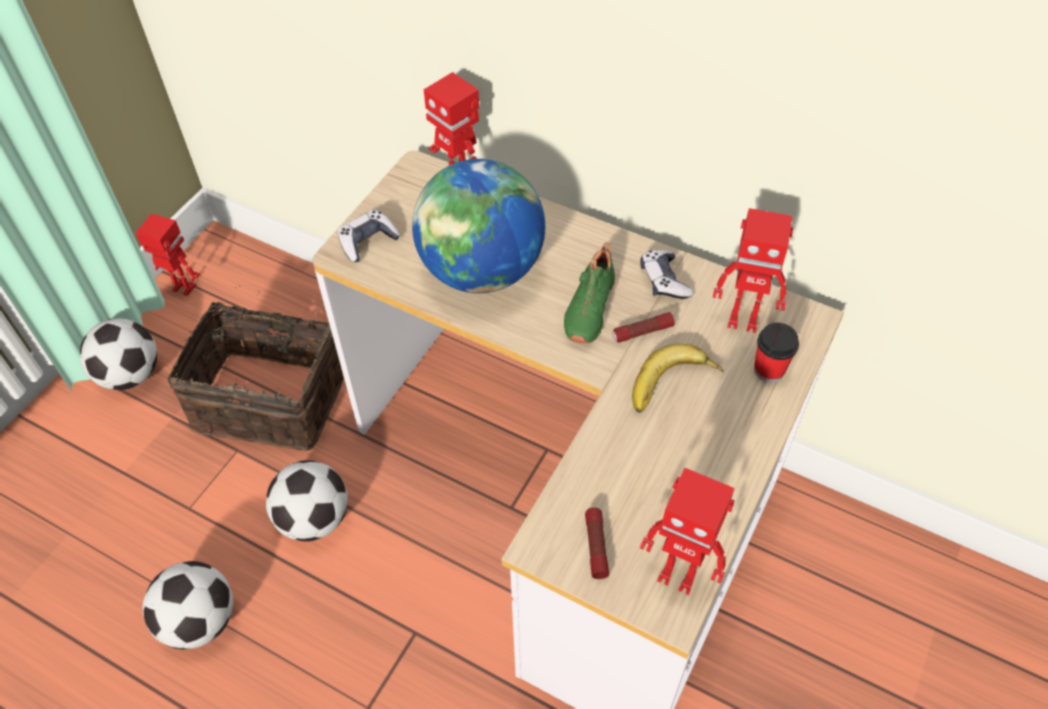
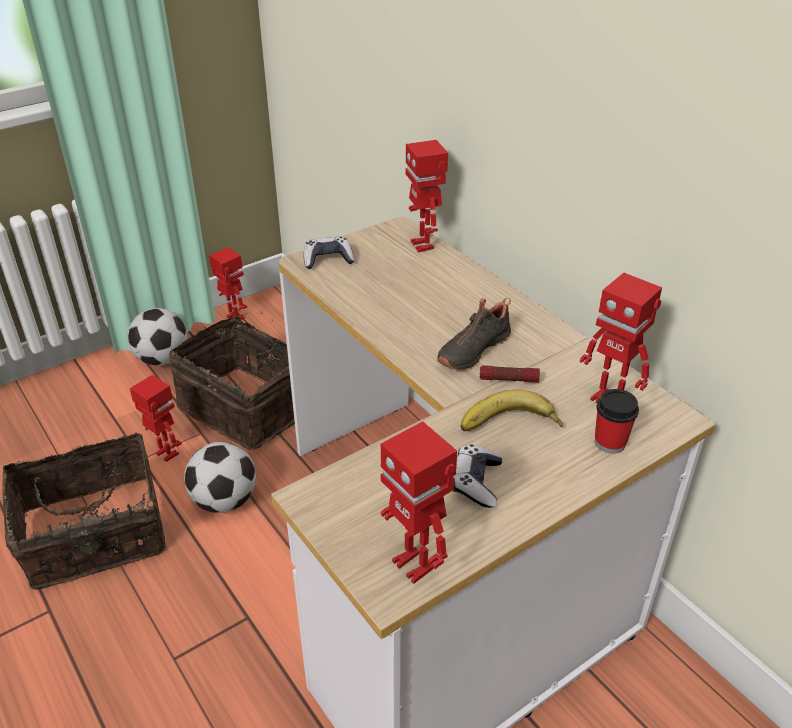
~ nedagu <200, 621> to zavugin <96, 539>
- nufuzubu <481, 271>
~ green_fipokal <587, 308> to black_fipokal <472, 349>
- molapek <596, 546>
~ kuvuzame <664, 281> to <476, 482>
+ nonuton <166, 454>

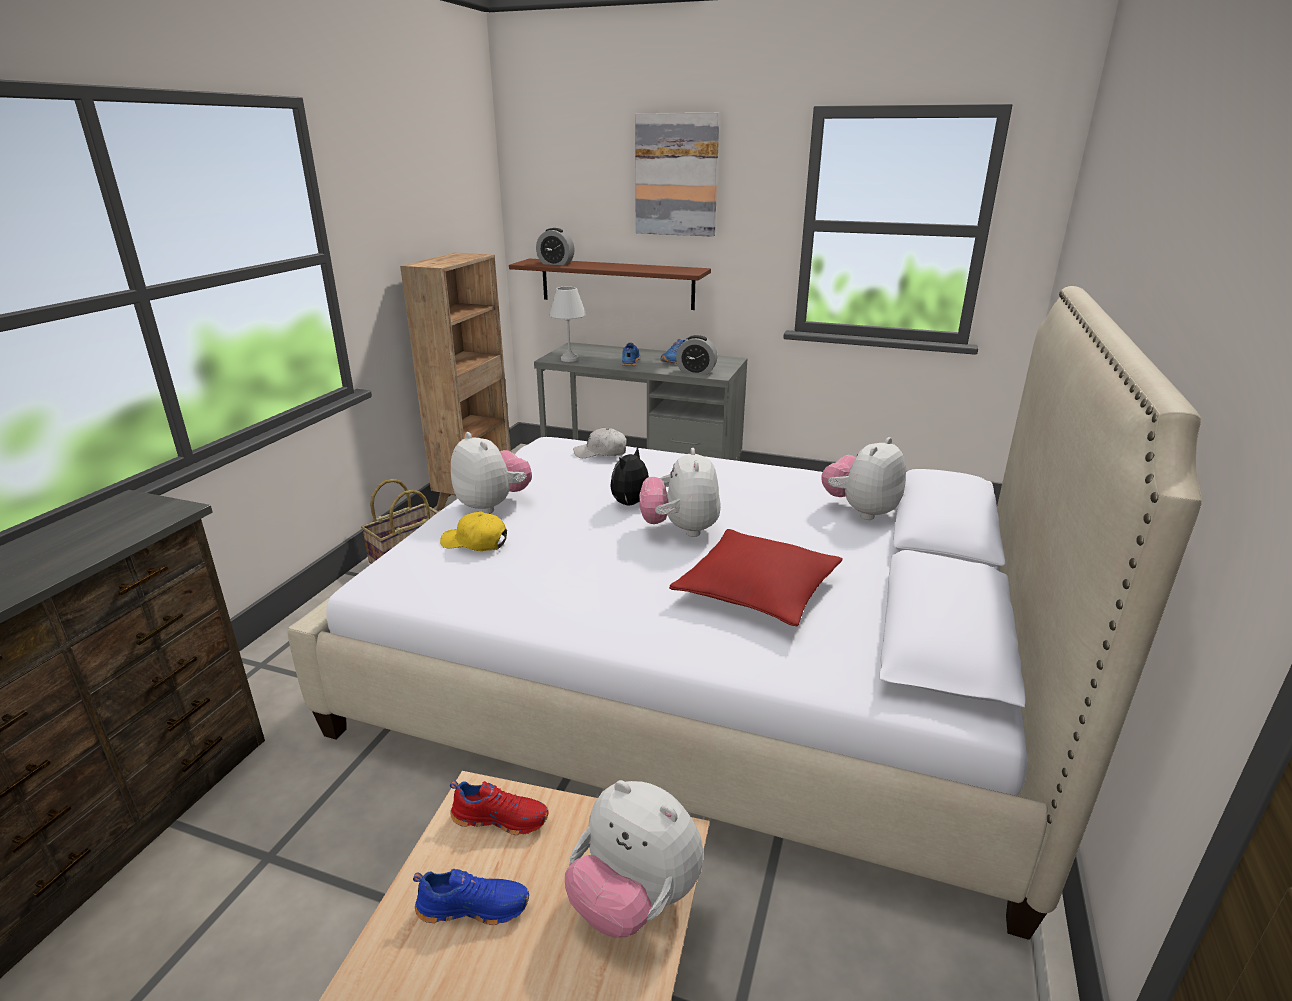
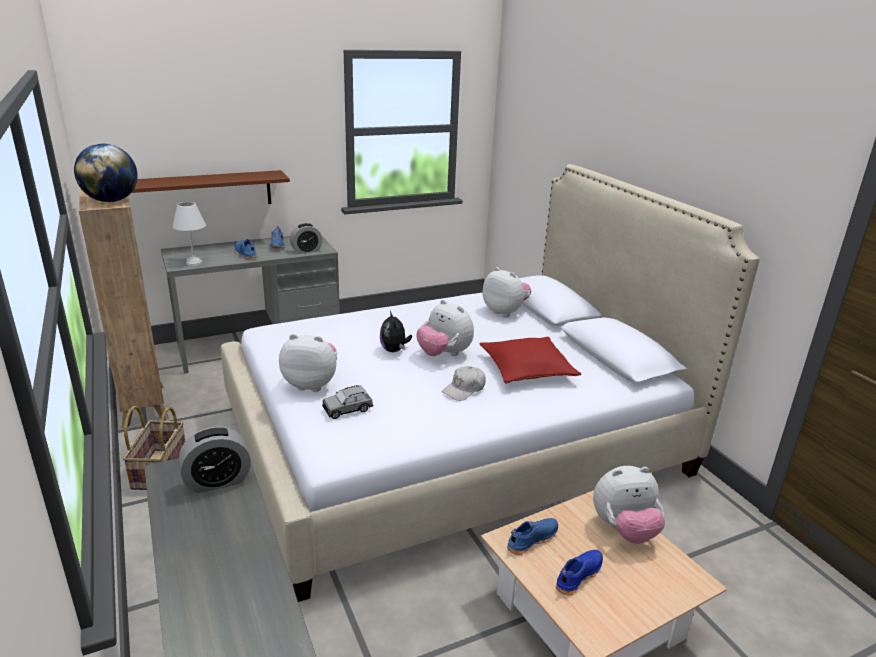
~ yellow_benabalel <475, 542> to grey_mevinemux <347, 409>
~ red_fipokal <501, 817> to blue_fipokal <531, 539>
~ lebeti <556, 263> to <217, 481>
~ white_benabalel <601, 453> to <464, 389>
- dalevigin <676, 175>
~ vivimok <861, 511> = <505, 312> 135 degrees clockwise
+ nufuzubu <111, 201>

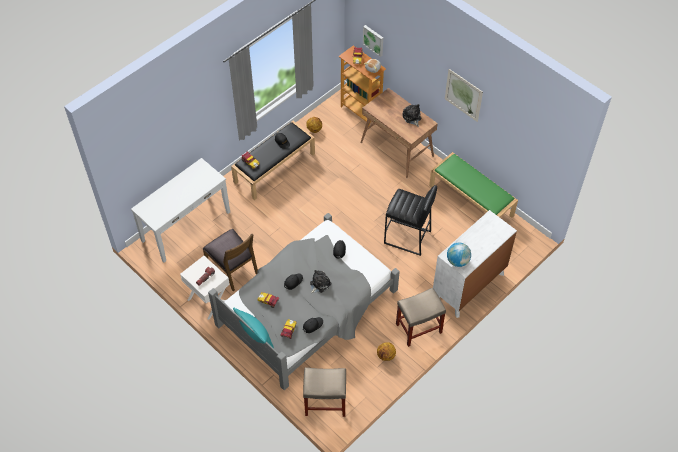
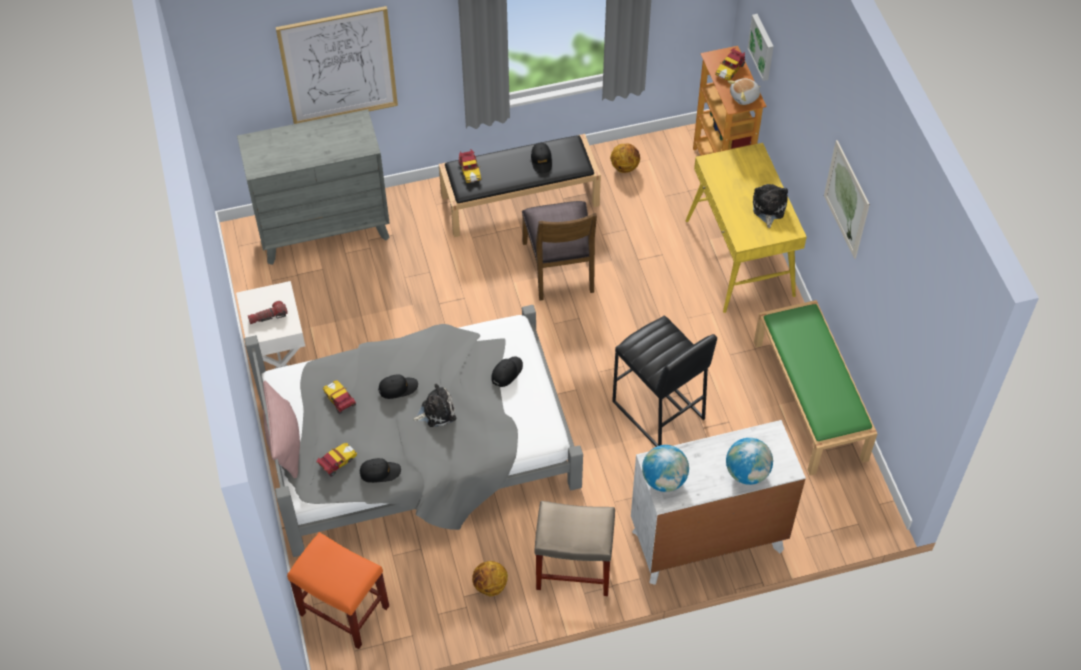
~ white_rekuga <186, 226> to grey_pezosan <324, 230>
~ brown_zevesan <233, 268> to <560, 267>
~ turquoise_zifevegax <255, 334> to pink_zifevegax <284, 441>
~ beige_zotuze <324, 402> to orange_zotuze <343, 610>
~ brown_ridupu <397, 149> to yellow_ridupu <740, 258>
+ dalevigin <338, 66>
+ nufuzubu <747, 472>

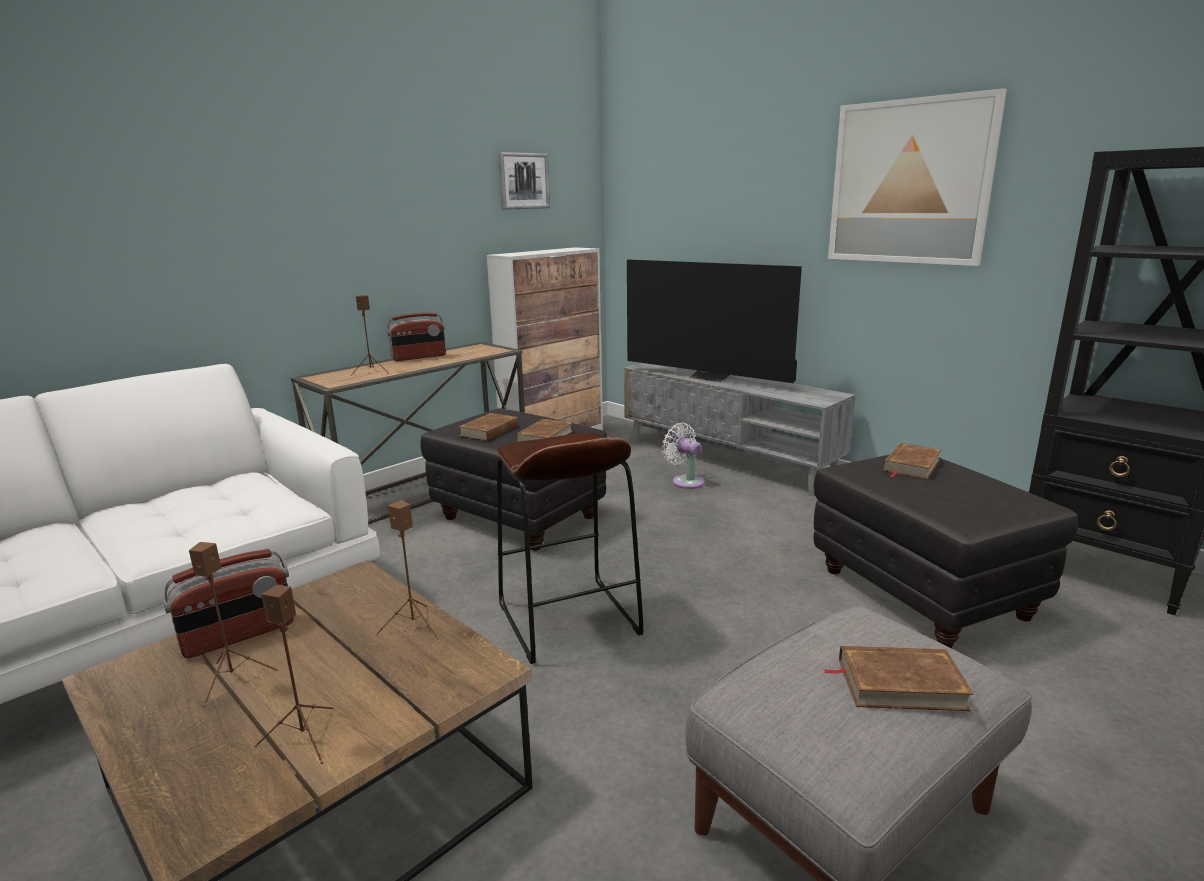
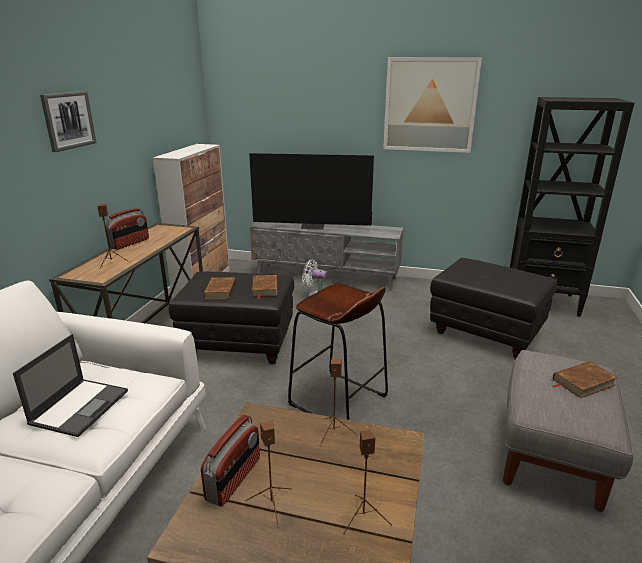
~ dalevigin <523, 181> to <68, 120>
- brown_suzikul <911, 465>
+ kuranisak <80, 406>

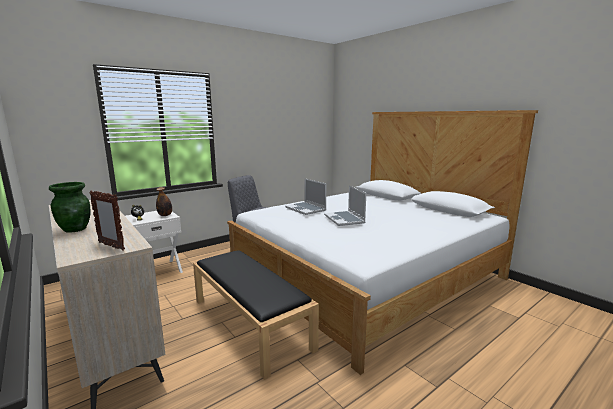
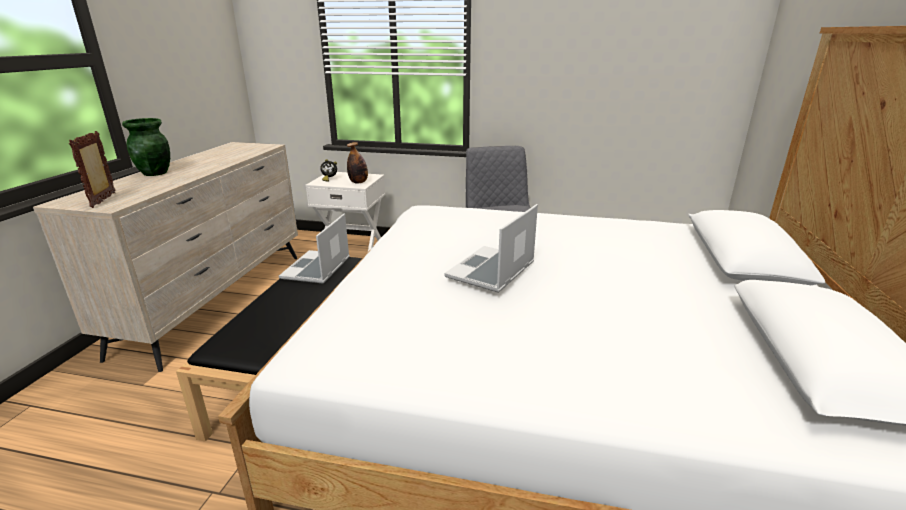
~ kuranisak <306, 209> to <317, 269>

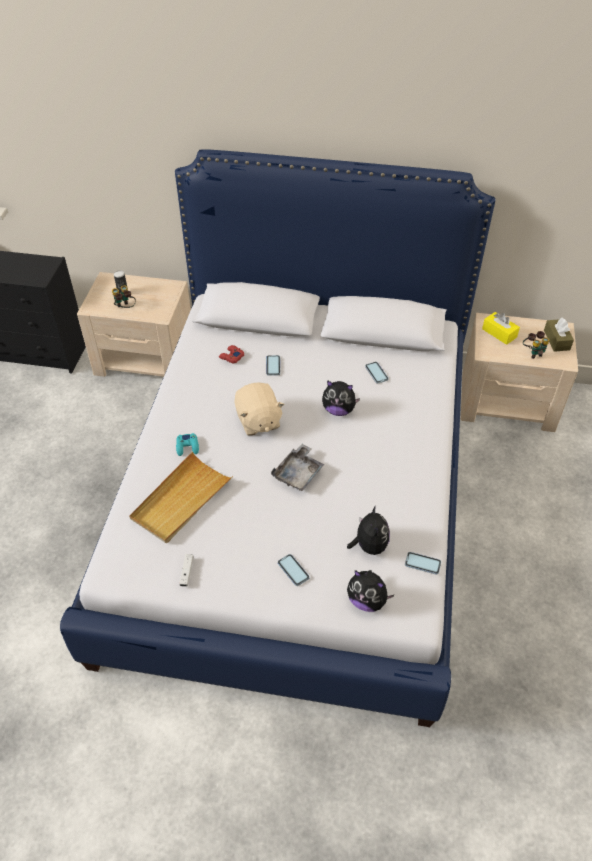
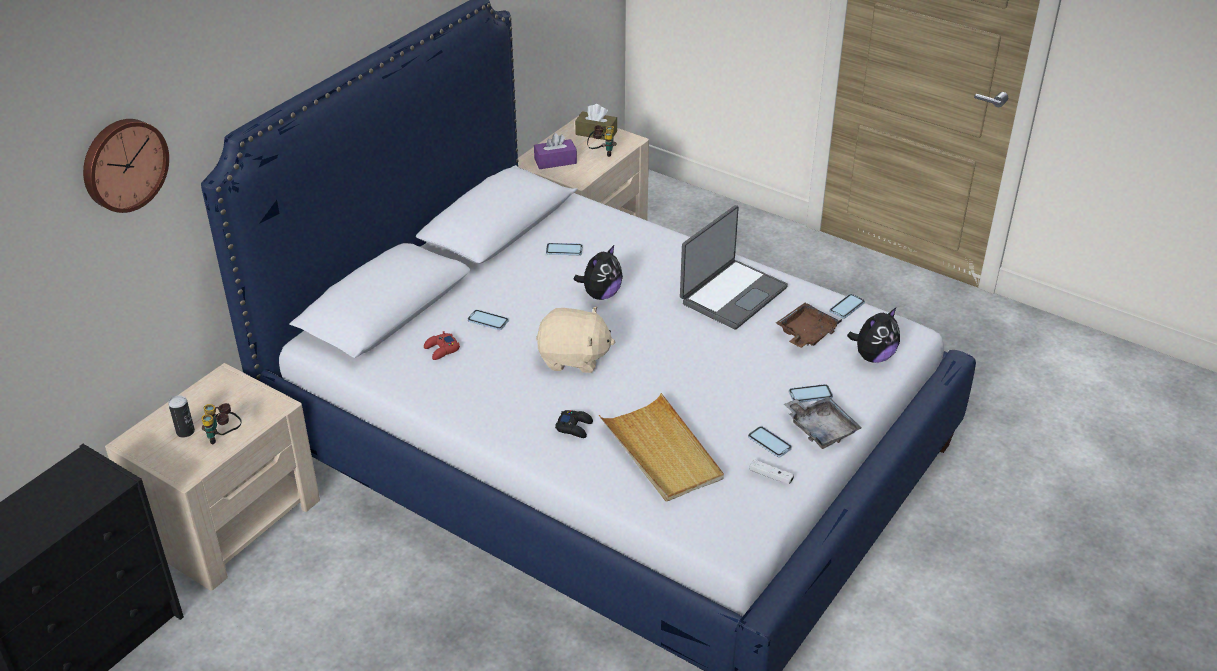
~ turquoise_kuvuzame <187, 447> to black_kuvuzame <574, 427>
~ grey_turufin <298, 473> to <821, 429>
~ vivimok <369, 545> to brown_turufin <806, 333>
~ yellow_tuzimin <499, 333> to purple_tuzimin <555, 161>
+ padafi <123, 164>
+ kuranisak <732, 295>
+ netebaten <769, 443>

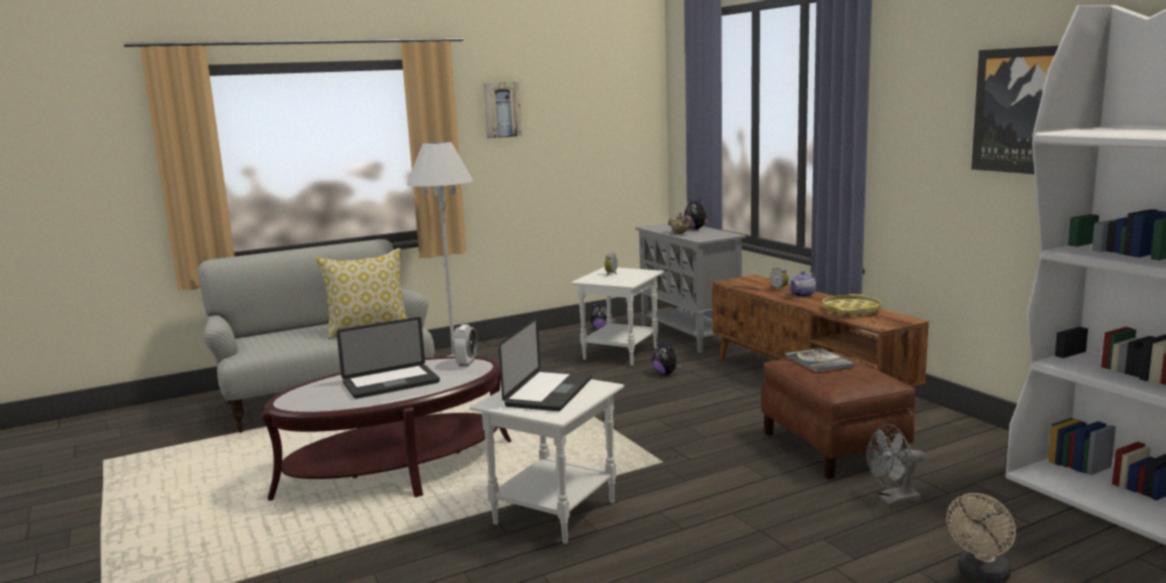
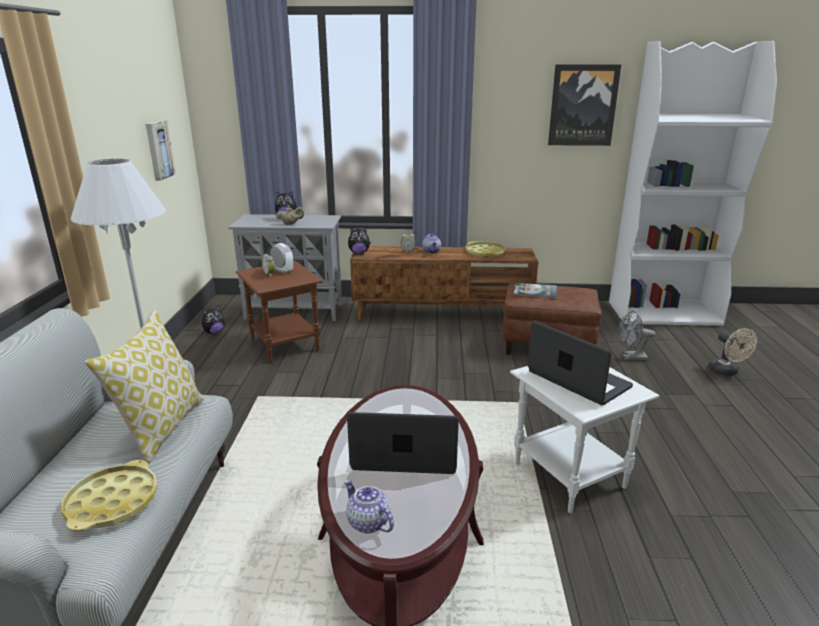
~ kuranisak <391, 383> = <404, 454> 90 degrees counterclockwise
~ lebeti <466, 363> to <283, 270>
~ dalevigin <501, 110> to <158, 150>
~ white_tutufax <620, 354> to brown_tutufax <285, 345>
~ vivimok <666, 373> to <359, 253>
~ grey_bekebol <893, 500> = <630, 357> 75 degrees clockwise
+ yellow_turufin <113, 502>
+ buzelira <368, 522>

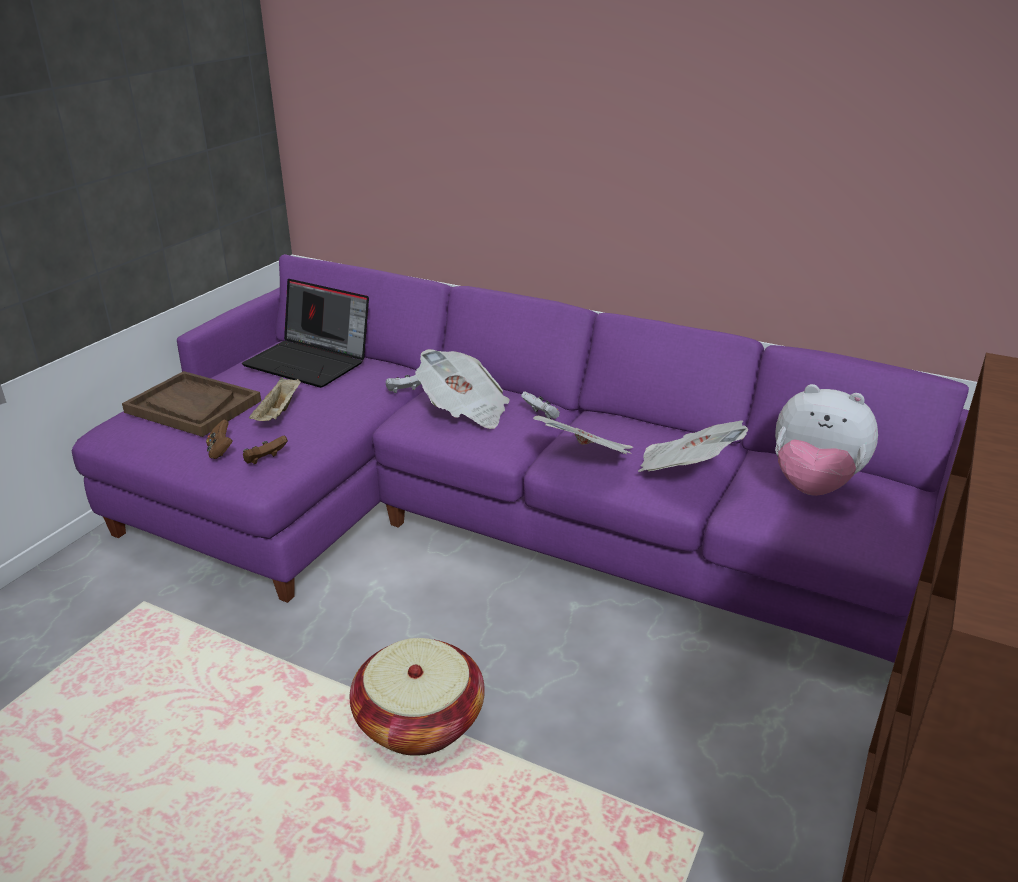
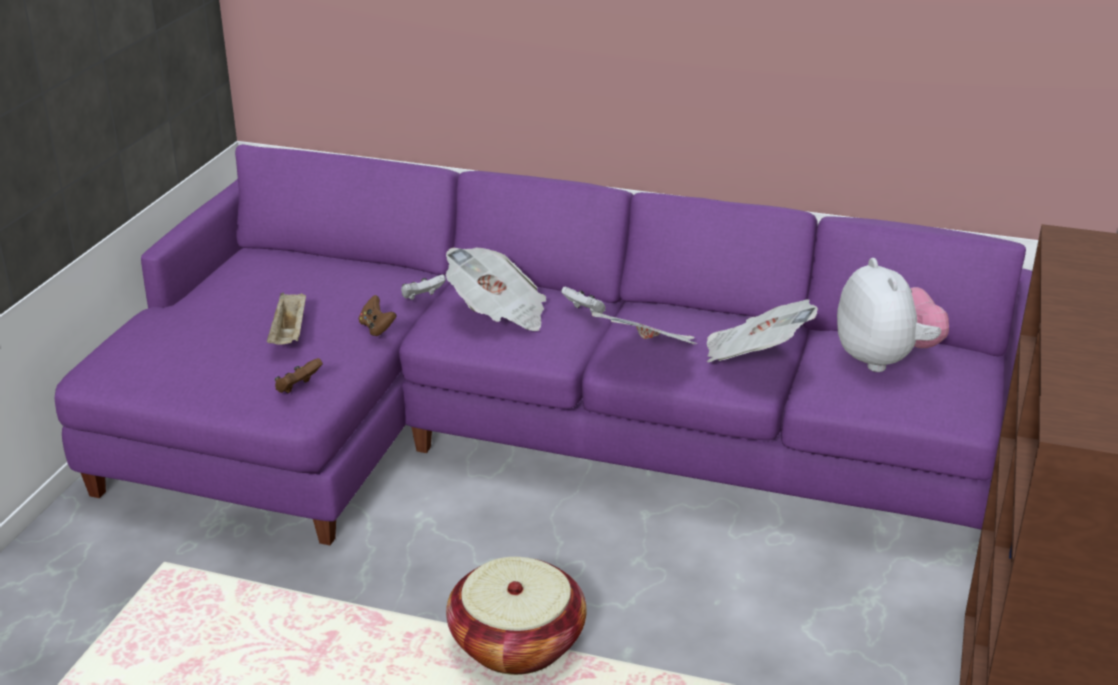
- brown_turufin <193, 406>
~ brown_kuvuzame <220, 451> to <376, 328>
- kuranisak <311, 362>
~ vivimok <813, 485> = <885, 360> 120 degrees counterclockwise

